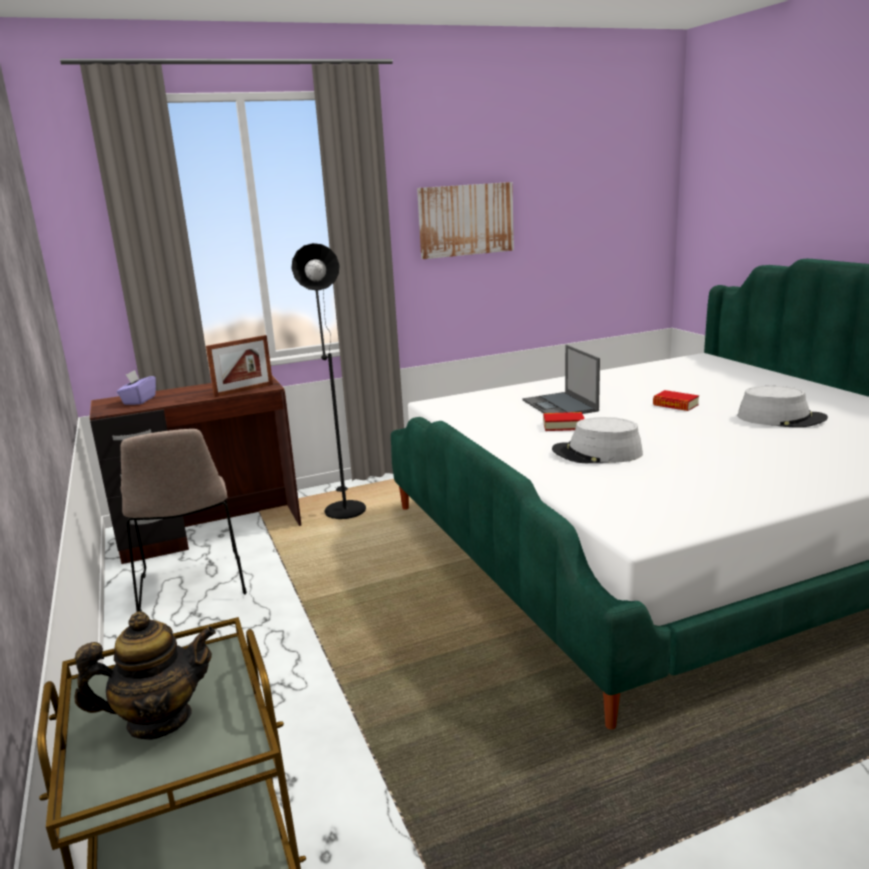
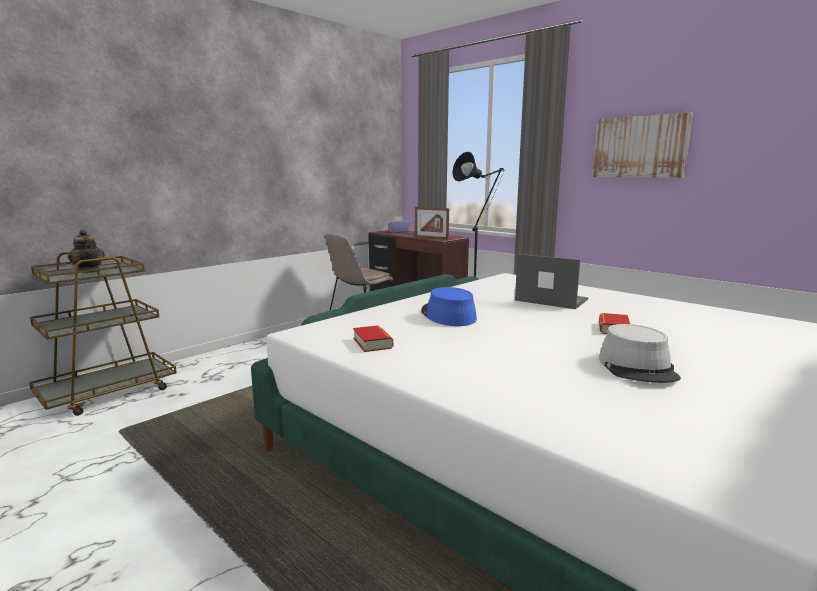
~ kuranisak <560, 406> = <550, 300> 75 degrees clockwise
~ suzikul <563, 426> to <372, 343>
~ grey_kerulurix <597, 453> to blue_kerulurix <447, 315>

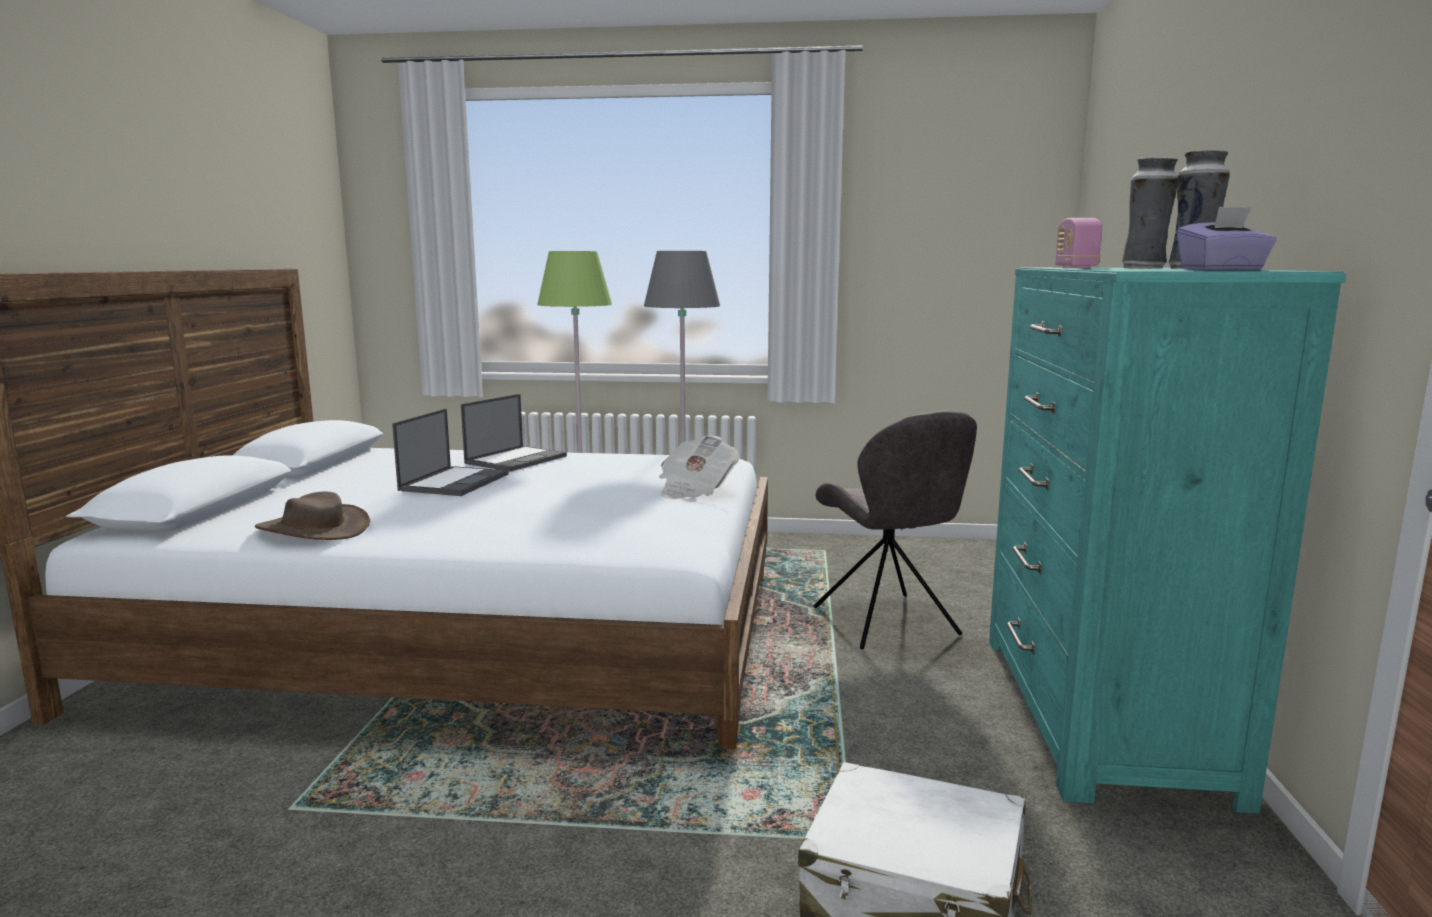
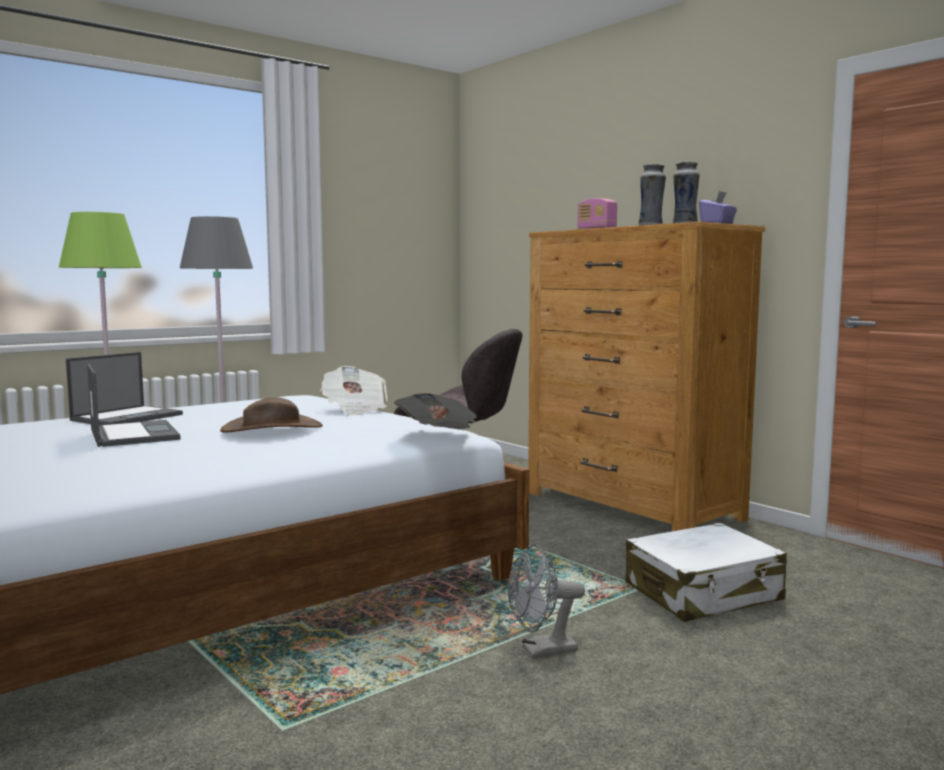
~ brown_kerulurix <314, 529> to <272, 428>
~ kuranisak <516, 459> = <128, 417> 45 degrees clockwise
~ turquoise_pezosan <1098, 712> to brown_pezosan <631, 506>
+ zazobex <439, 435>
+ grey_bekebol <541, 650>

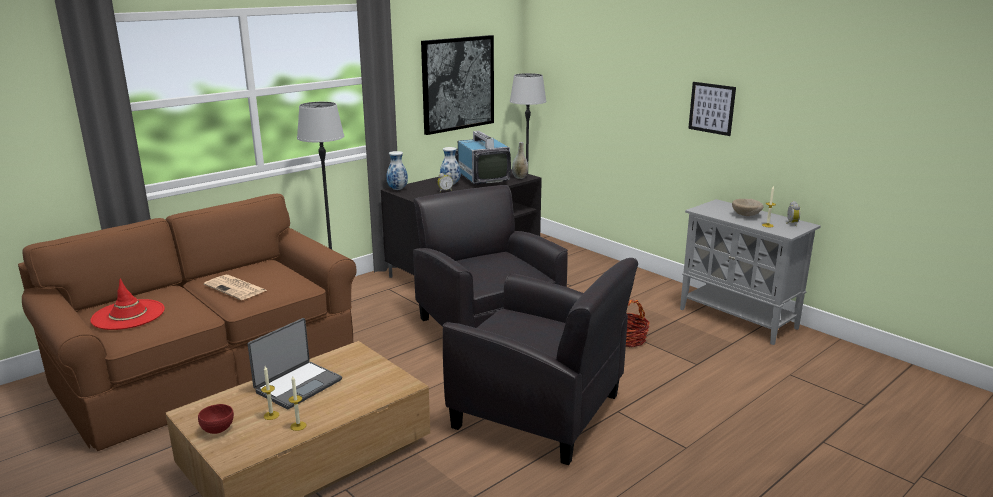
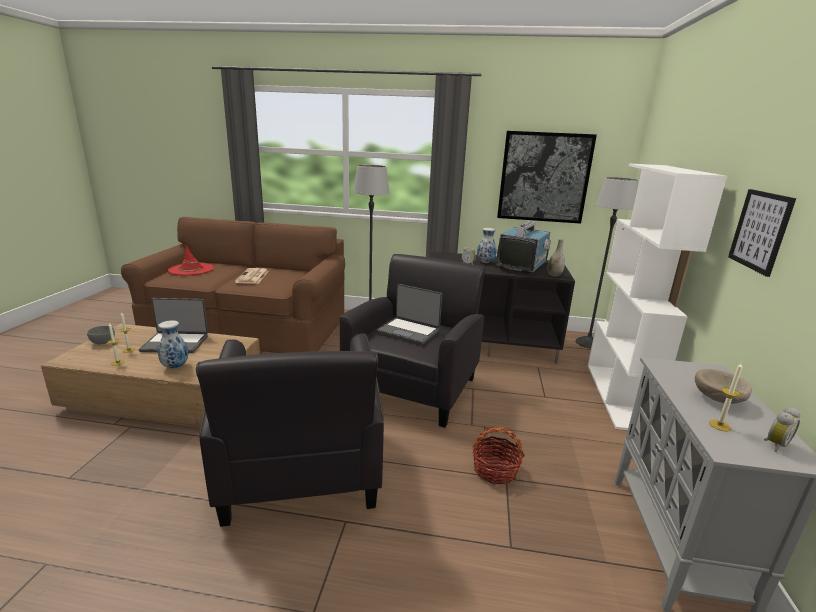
~ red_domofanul <217, 430> to grey_domofanul <103, 342>
~ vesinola <397, 189> to <175, 366>
+ kuranisak <409, 331>
+ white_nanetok <617, 396>

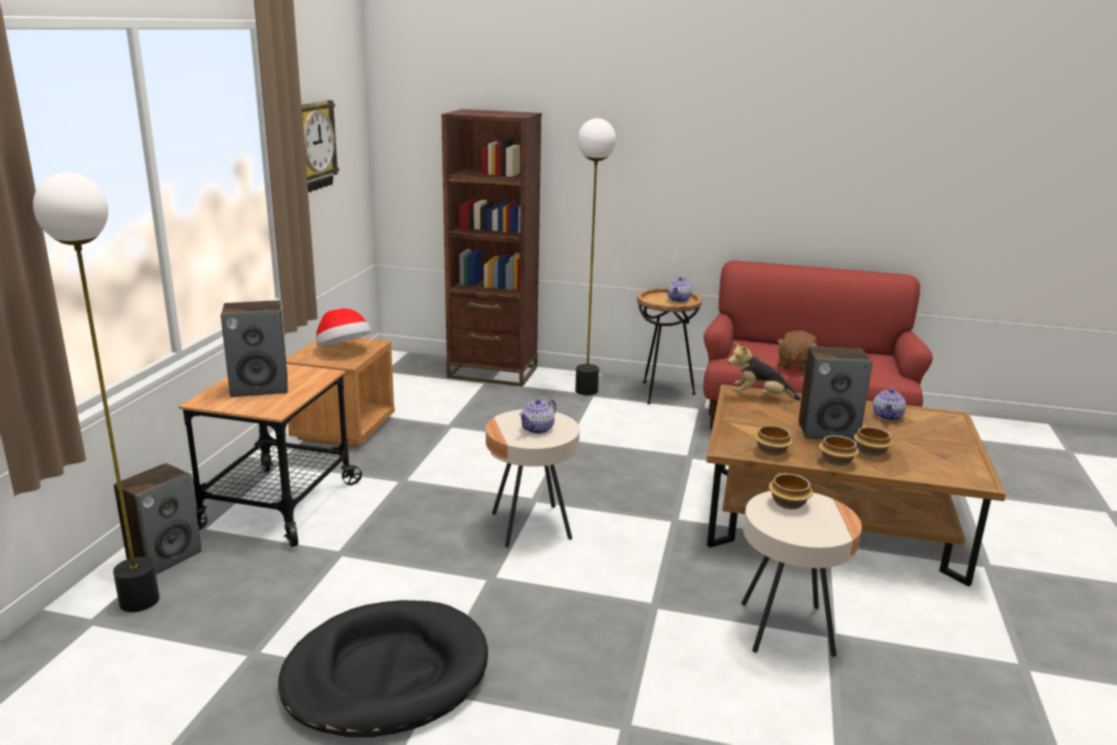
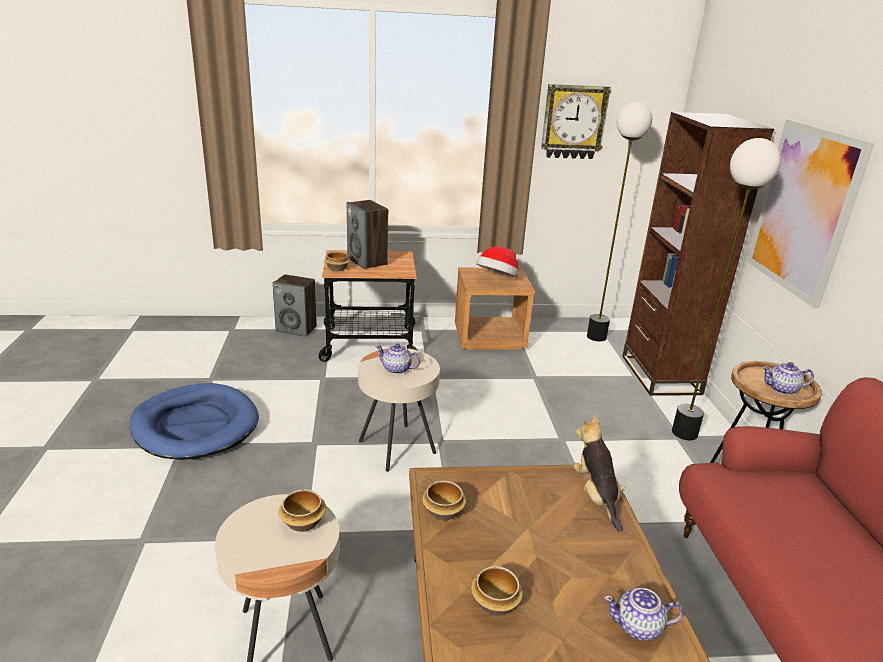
~ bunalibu <140, 600> to <597, 337>
~ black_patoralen <386, 674> to blue_patoralen <195, 425>
- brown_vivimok <795, 365>
- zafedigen <828, 431>
~ domofanul <835, 462> to <337, 268>
+ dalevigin <804, 210>

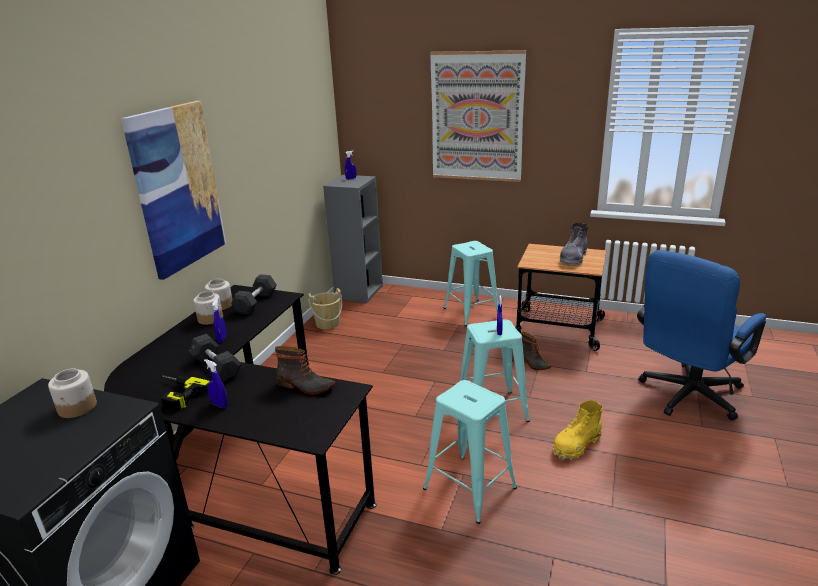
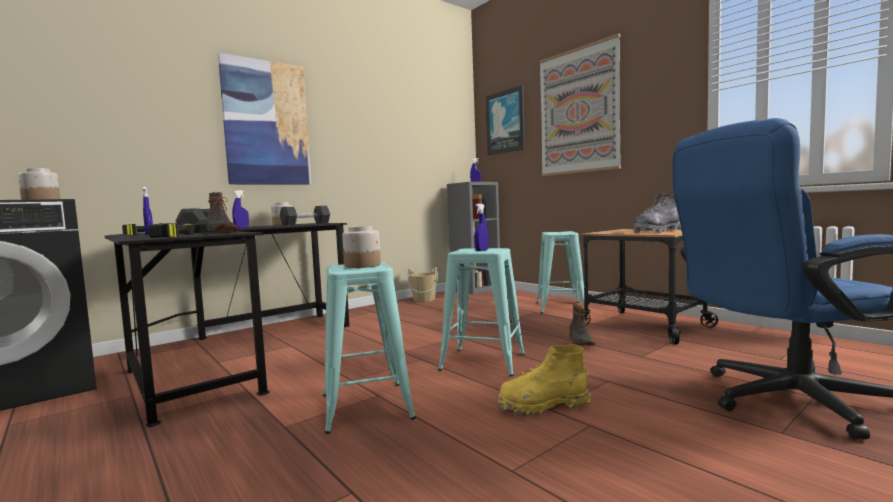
~ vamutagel <210, 318> to <363, 265>
+ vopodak <170, 236>
+ dalevigin <505, 122>

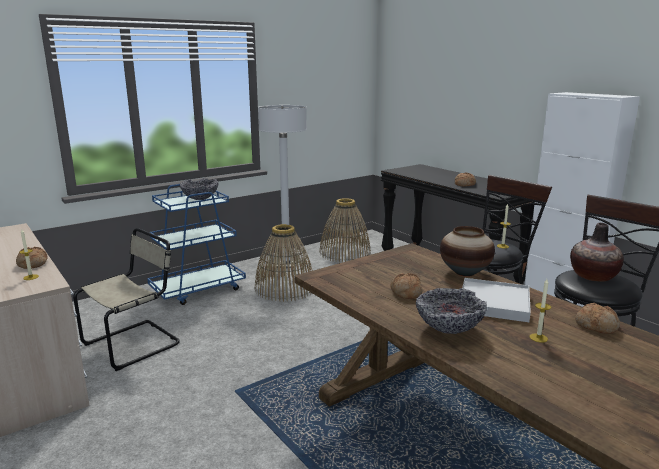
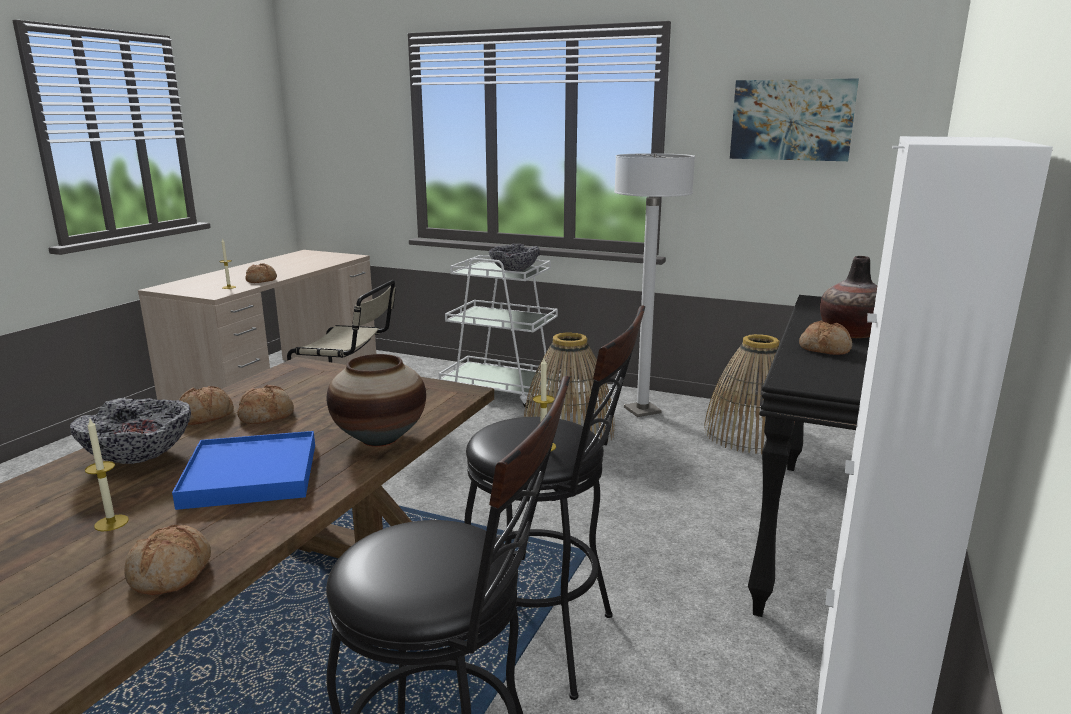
~ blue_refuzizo <198, 289> to white_refuzizo <503, 390>
~ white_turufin <494, 303> to blue_turufin <250, 475>
~ vesinola <593, 276> to <851, 333>
+ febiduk <205, 417>
+ dalevigin <791, 120>

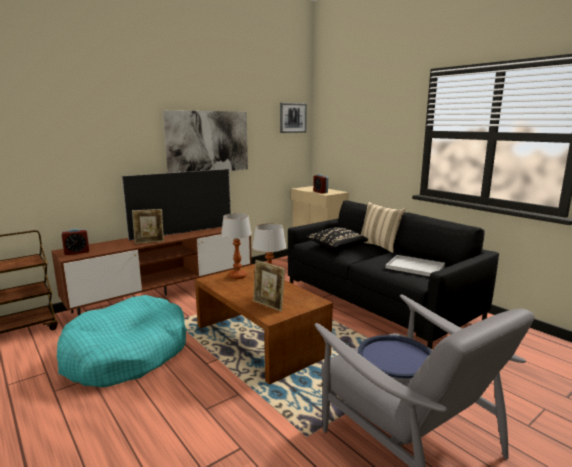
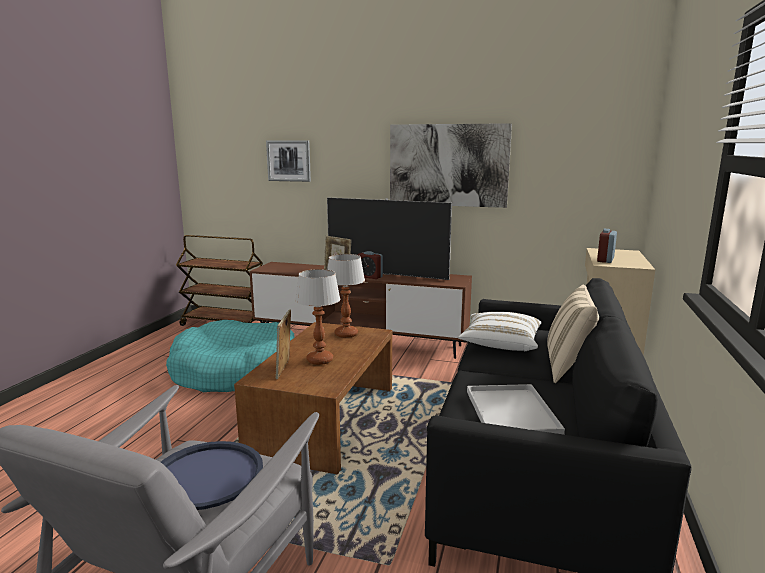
~ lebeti <77, 252> to <369, 277>
~ dalevigin <292, 118> to <289, 160>
~ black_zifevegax <336, 247> to white_zifevegax <500, 344>

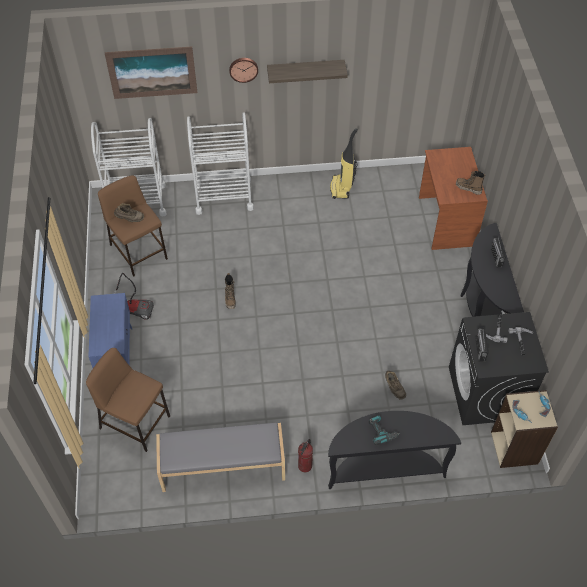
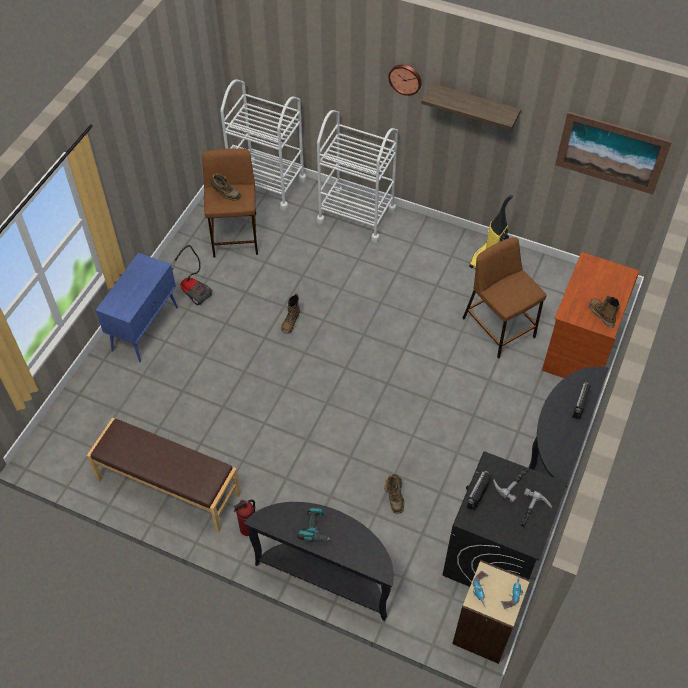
~ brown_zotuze <136, 422> to <499, 328>
~ dalevigin <152, 72> to <611, 153>
~ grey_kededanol <223, 467> to brown_kededanol <168, 487>

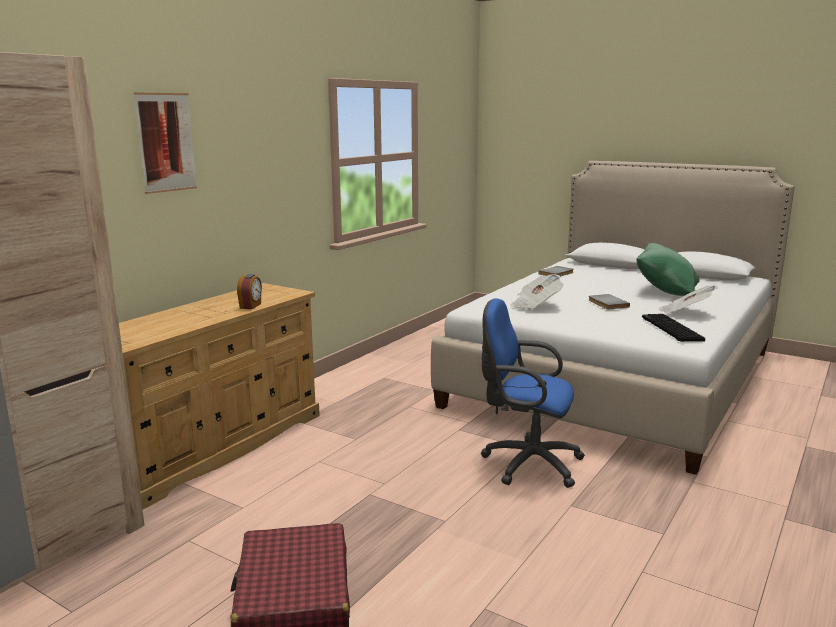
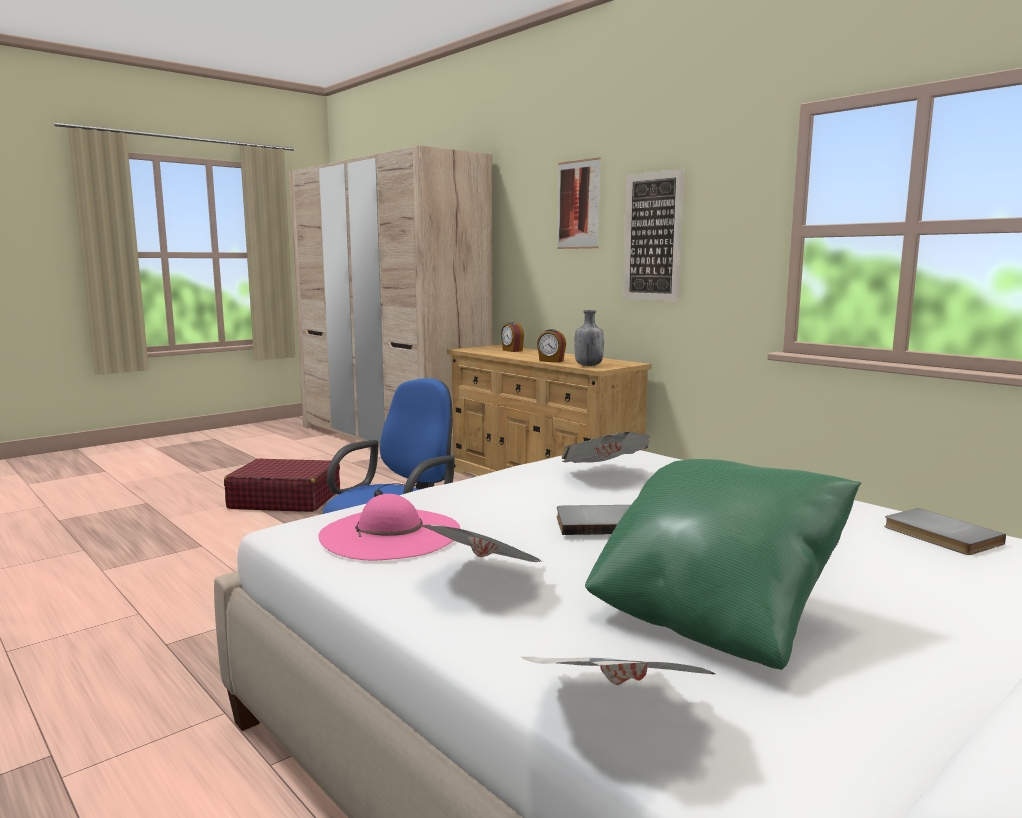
~ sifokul <670, 329> to pink_kerulurix <390, 533>
+ lebeti <512, 350>
+ zazobex <617, 712>
+ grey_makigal <588, 365>
+ dalevigin <652, 237>

